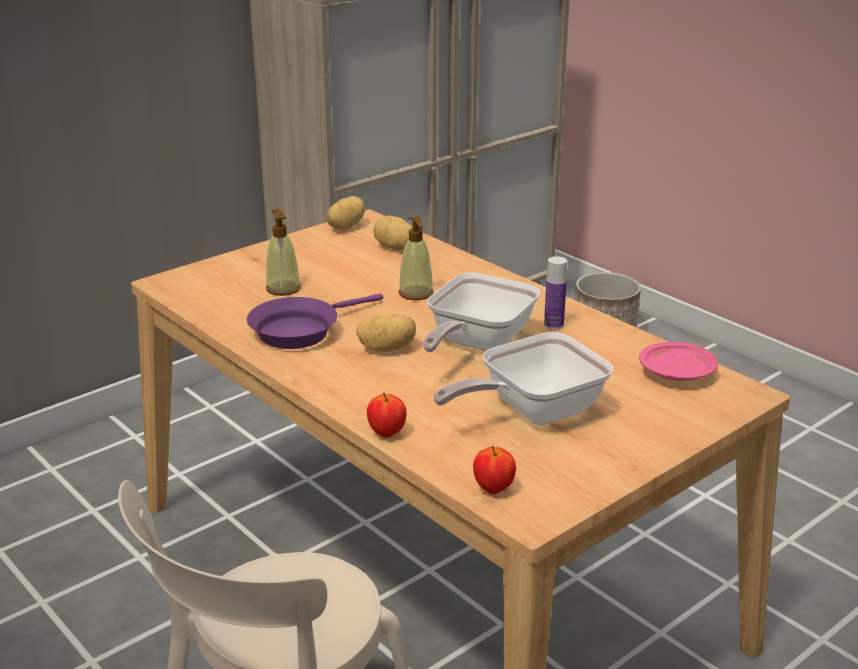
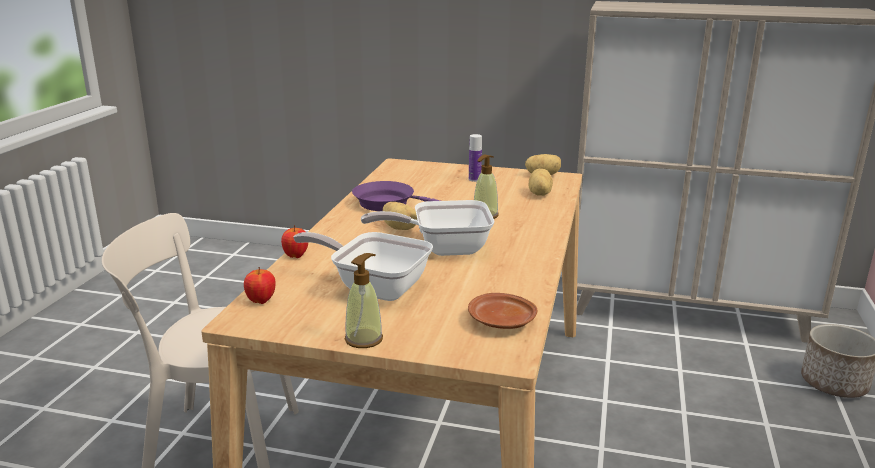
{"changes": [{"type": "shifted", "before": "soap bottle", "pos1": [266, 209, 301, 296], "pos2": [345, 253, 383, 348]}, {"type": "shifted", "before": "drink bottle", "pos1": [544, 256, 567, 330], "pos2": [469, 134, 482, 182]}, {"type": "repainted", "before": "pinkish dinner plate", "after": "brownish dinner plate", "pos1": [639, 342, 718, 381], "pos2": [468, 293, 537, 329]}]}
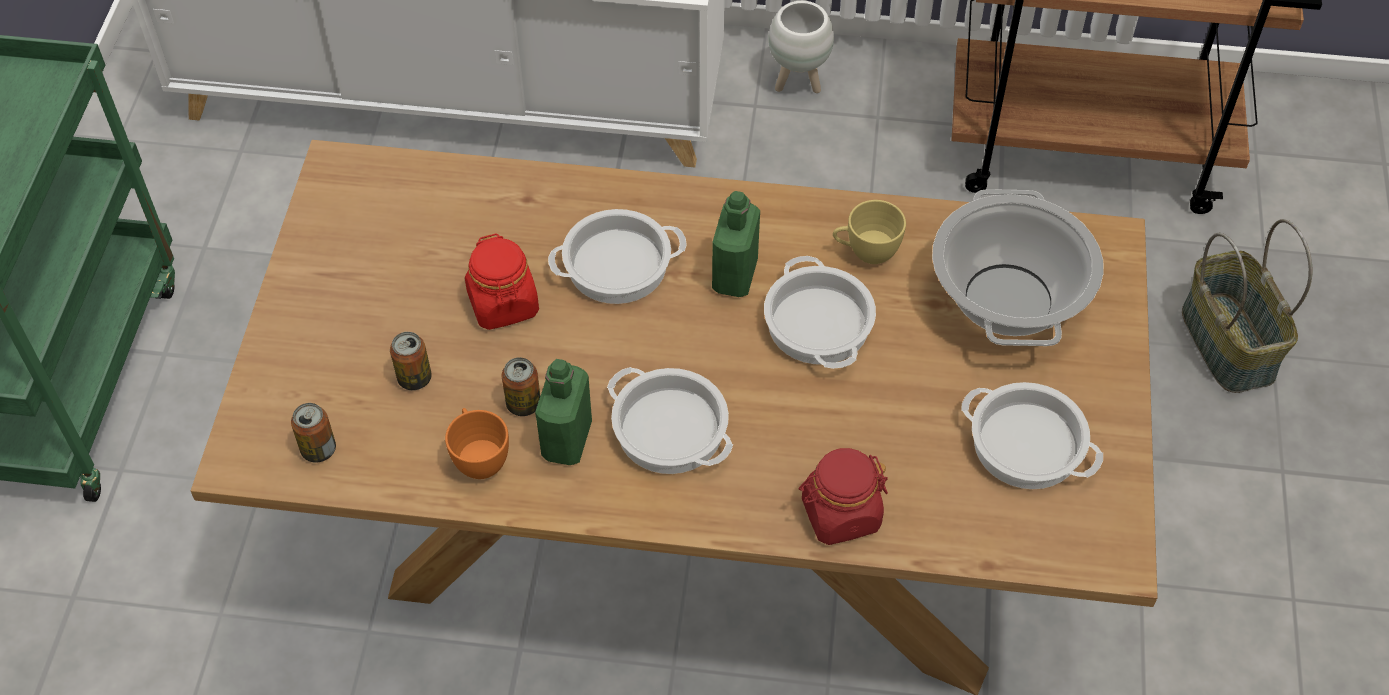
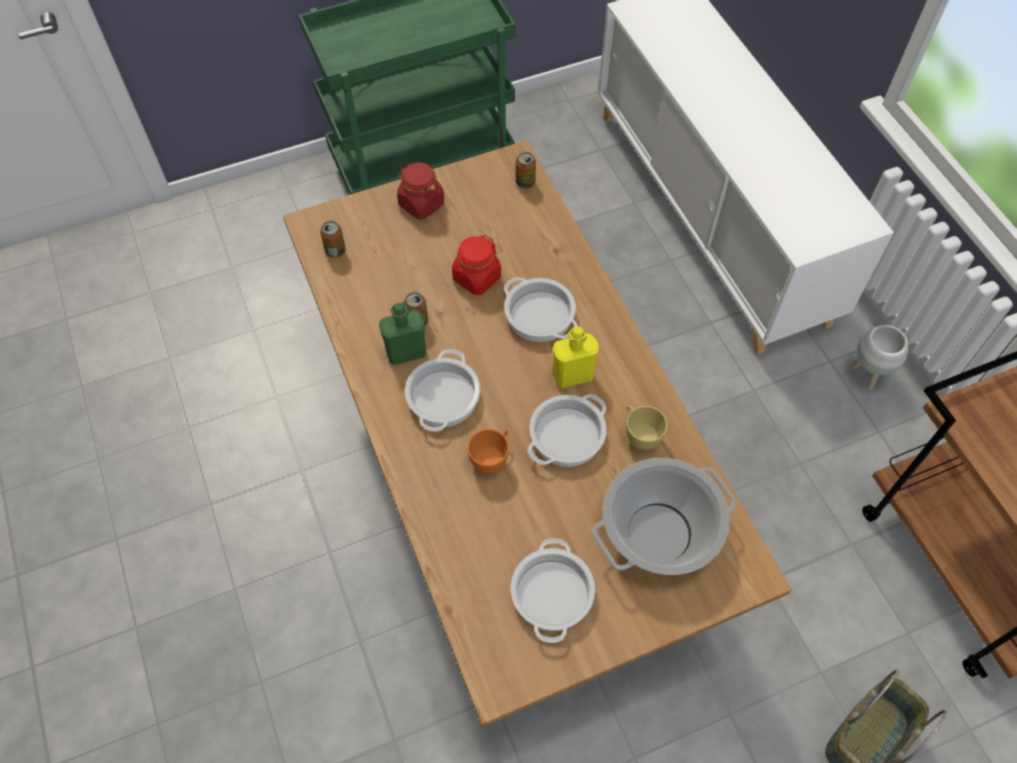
{"changes": [{"type": "shifted", "before": "sealed can", "pos1": [390, 332, 432, 390], "pos2": [516, 152, 536, 188]}, {"type": "shifted", "before": "orange cup", "pos1": [445, 408, 509, 479], "pos2": [467, 429, 509, 474]}, {"type": "shifted", "before": "red-coloured preserve jar", "pos1": [799, 448, 888, 545], "pos2": [397, 162, 444, 220]}, {"type": "repainted", "before": "greenish drink bottle", "after": "yellow drink bottle", "pos1": [712, 191, 760, 297], "pos2": [553, 326, 599, 388]}]}
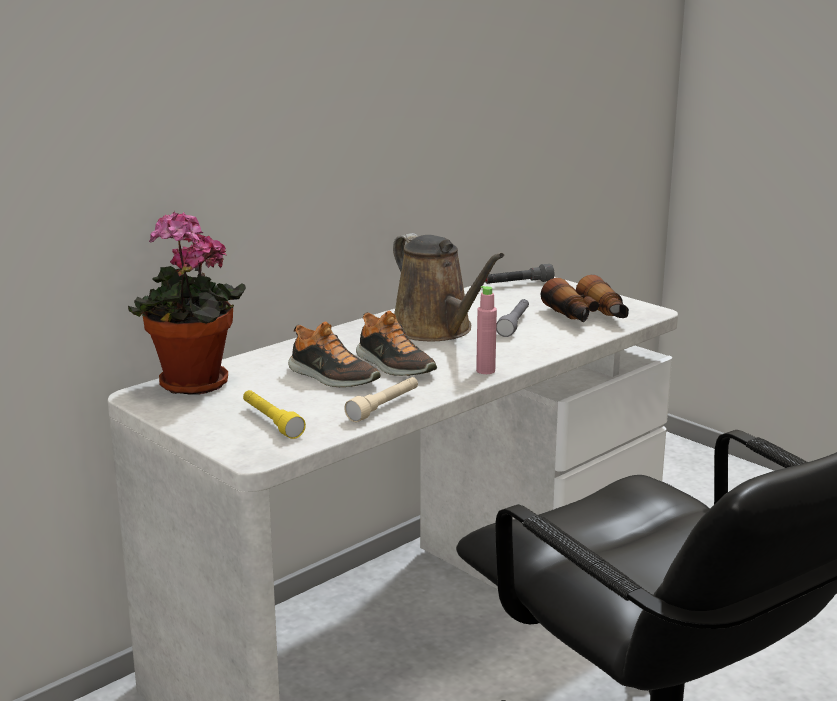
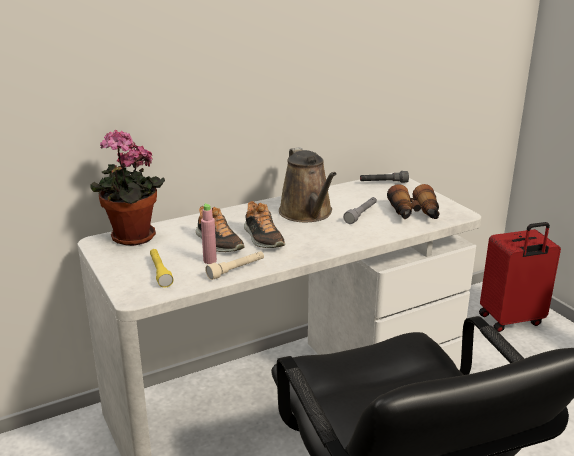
{"changes": [{"type": "new", "after": "red-coloured piece of luggage", "pos2": [479, 222, 561, 332]}, {"type": "shifted", "before": "pinkish drink bottle", "pos1": [476, 286, 497, 374], "pos2": [201, 203, 217, 264]}]}
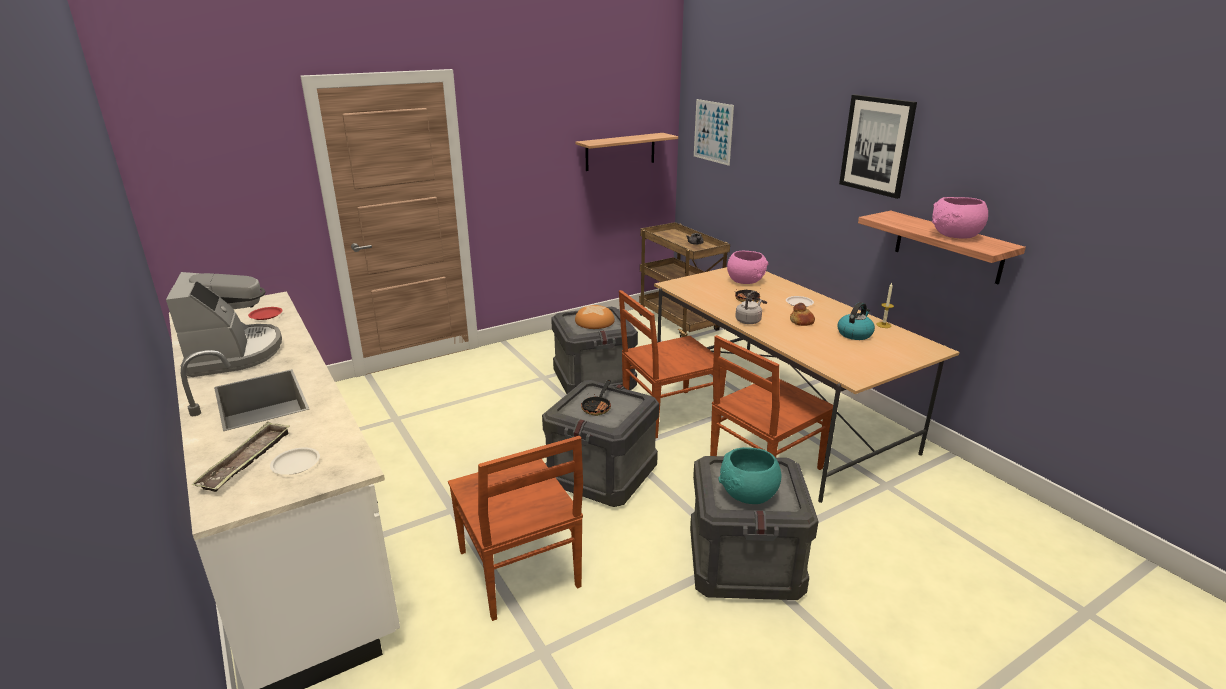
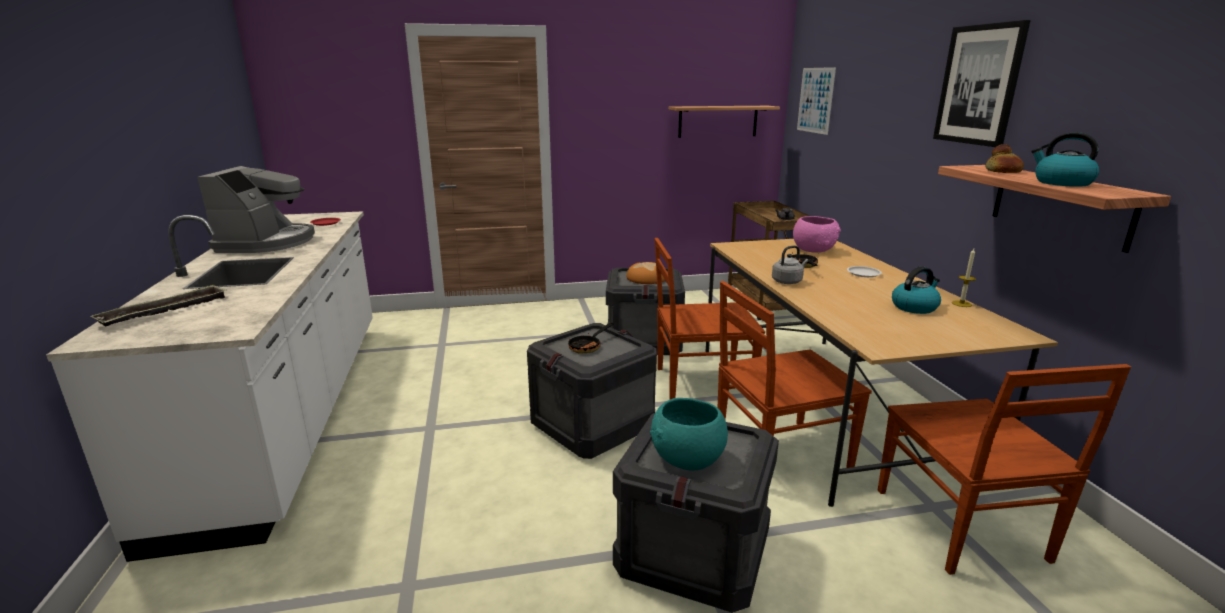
{"changes": [{"type": "gone", "before": "whitish dinner plate", "pos1": [270, 448, 320, 475]}, {"type": "shifted", "before": "brownish plain chair", "pos1": [448, 436, 583, 621], "pos2": [878, 364, 1131, 575]}, {"type": "shifted", "before": "baked bread", "pos1": [790, 303, 815, 326], "pos2": [985, 144, 1024, 173]}, {"type": "swapped", "before": "pinkish deep dish", "after": "water kettle", "pos1": [932, 197, 988, 239], "pos2": [1031, 132, 1099, 187]}]}
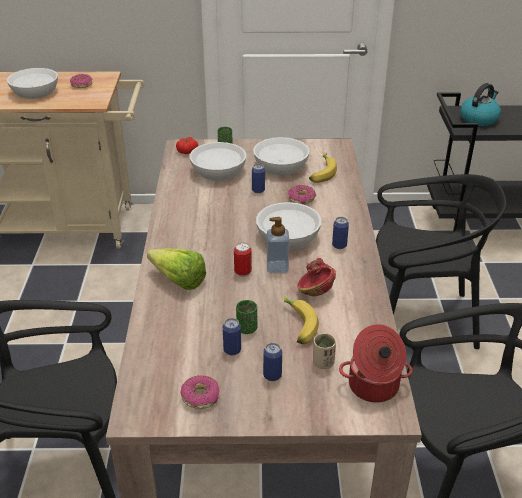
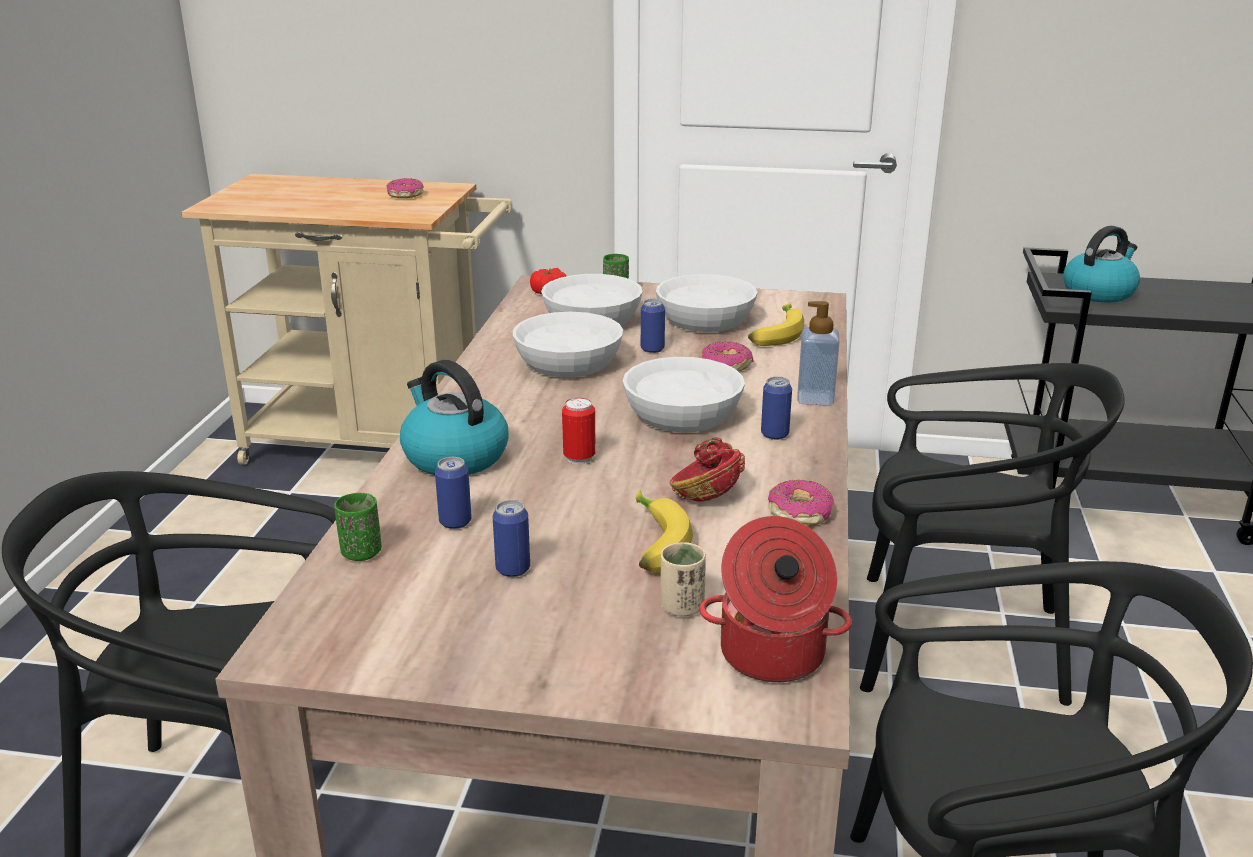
{"changes": [{"type": "shifted", "before": "whitish deep dish", "pos1": [7, 68, 58, 99], "pos2": [513, 312, 623, 377]}, {"type": "shifted", "before": "doughnut", "pos1": [180, 375, 220, 409], "pos2": [768, 480, 834, 525]}, {"type": "shifted", "before": "greenish cup", "pos1": [236, 300, 257, 334], "pos2": [334, 493, 382, 561]}, {"type": "shifted", "before": "sealed can", "pos1": [263, 343, 282, 381], "pos2": [435, 457, 472, 529]}, {"type": "shifted", "before": "soap bottle", "pos1": [267, 217, 289, 273], "pos2": [797, 301, 839, 406]}, {"type": "swapped", "before": "lettuce head", "after": "water kettle", "pos1": [147, 248, 206, 290], "pos2": [400, 360, 509, 475]}]}
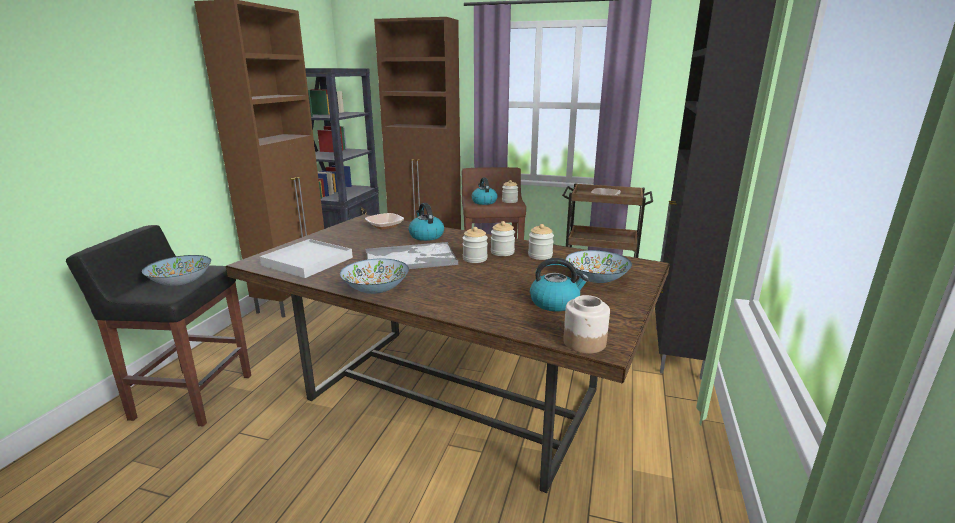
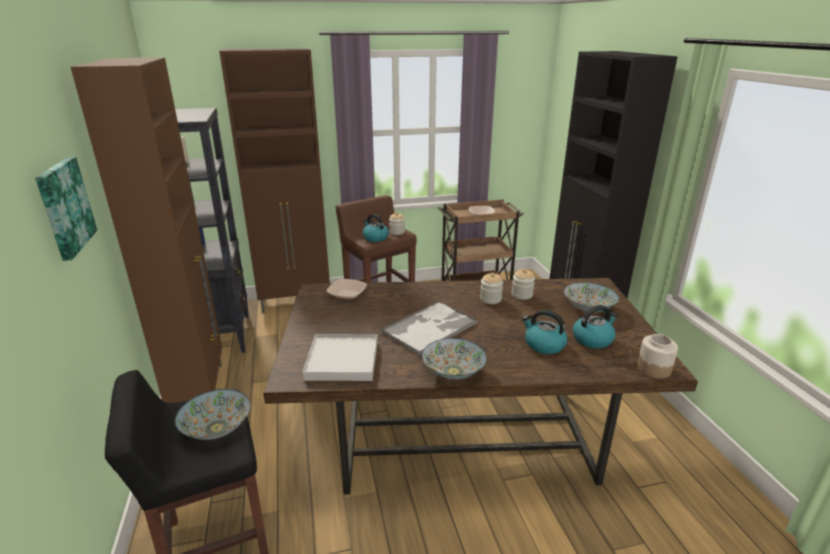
{"changes": [{"type": "gone", "before": "preserve jar", "pos1": [462, 227, 488, 263]}, {"type": "new", "after": "wall art", "pos2": [35, 157, 97, 261]}, {"type": "shifted", "before": "water kettle", "pos1": [408, 203, 444, 241], "pos2": [522, 310, 568, 354]}]}
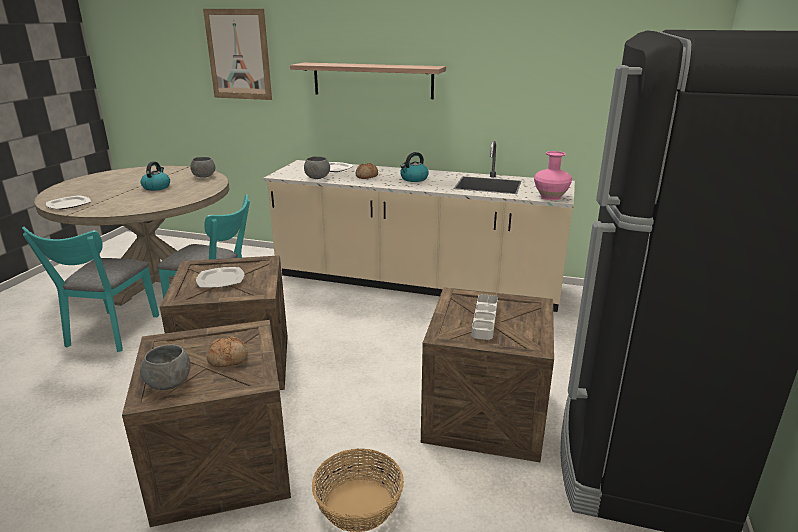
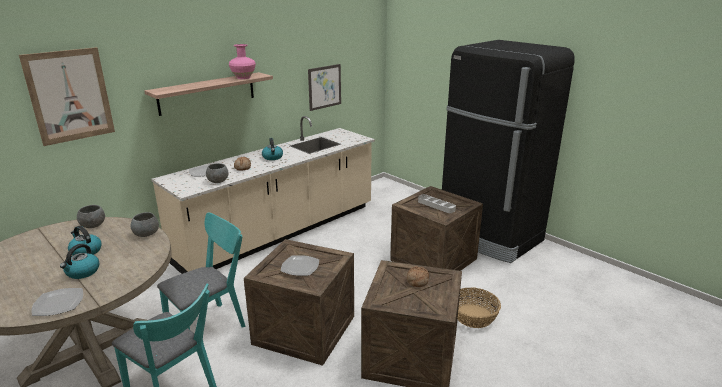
{"changes": [{"type": "new", "after": "water kettle", "pos2": [60, 244, 99, 279]}, {"type": "new", "after": "wall art", "pos2": [308, 64, 341, 111]}, {"type": "shifted", "before": "grey deep dish", "pos1": [140, 344, 190, 390], "pos2": [130, 212, 159, 237]}, {"type": "shifted", "before": "pinkish vase", "pos1": [534, 151, 572, 200], "pos2": [229, 44, 256, 79]}]}
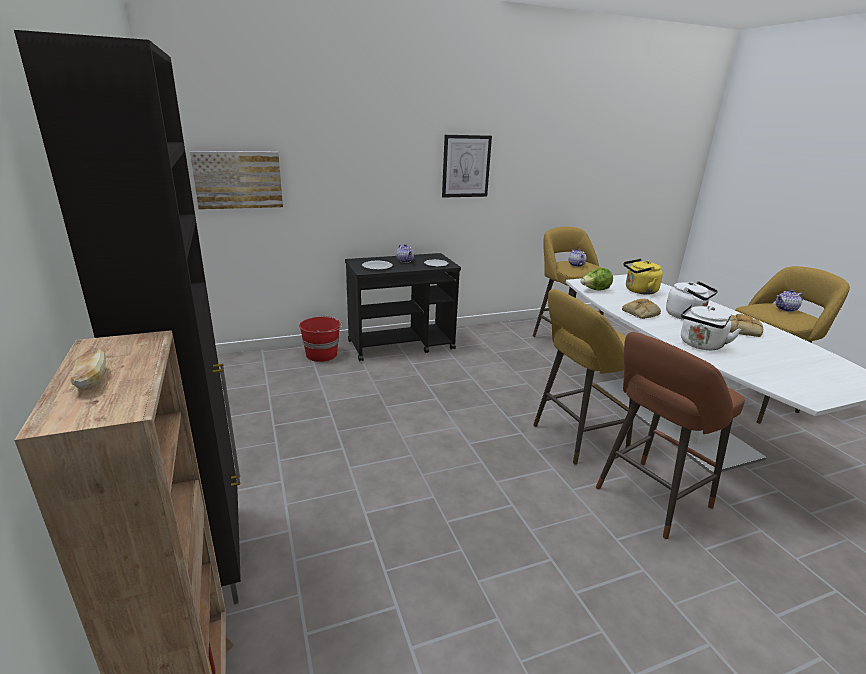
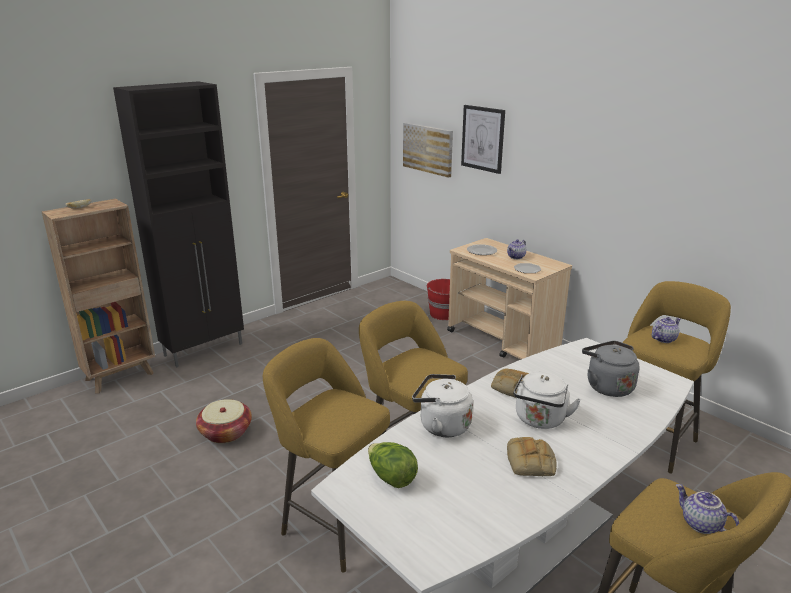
{"changes": [{"type": "new", "after": "basket", "pos2": [196, 399, 252, 443]}, {"type": "shifted", "before": "wall art", "pos1": [442, 135, 492, 198], "pos2": [461, 105, 505, 174]}, {"type": "shifted", "before": "lettuce head", "pos1": [580, 268, 613, 291], "pos2": [368, 442, 418, 488]}, {"type": "repainted", "before": "blackish wheeled cart", "after": "sand-coloured wheeled cart", "pos1": [345, 253, 461, 362], "pos2": [447, 238, 572, 359]}, {"type": "repainted", "before": "brownish stool", "after": "yellow stool", "pos1": [596, 332, 745, 539], "pos2": [263, 338, 390, 573]}, {"type": "repainted", "before": "yellow water kettle", "after": "grey water kettle", "pos1": [623, 259, 663, 295], "pos2": [582, 341, 640, 397]}]}
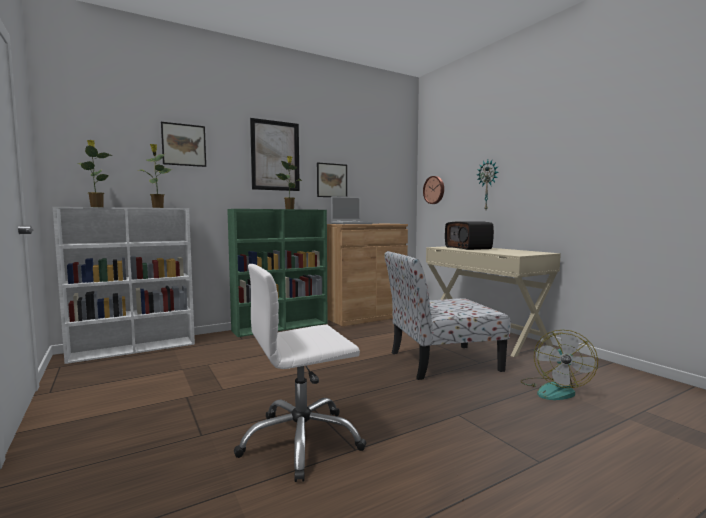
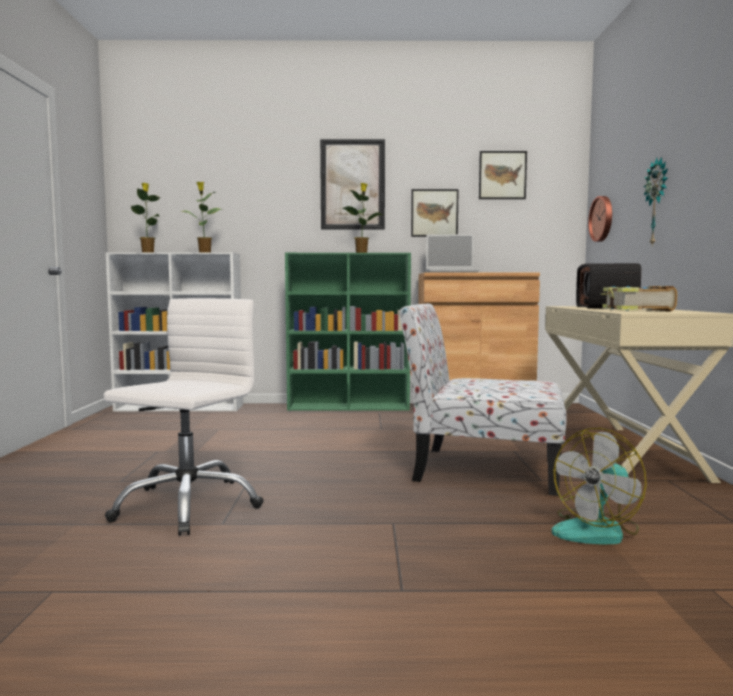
{"changes": [{"type": "new", "after": "bound book", "pos2": [600, 286, 677, 311]}, {"type": "shifted", "before": "wall art", "pos1": [161, 122, 206, 167], "pos2": [479, 151, 527, 199]}, {"type": "rotated", "before": "whitish computer chair", "pos1": [234, 264, 366, 482], "pos2": [104, 298, 264, 536], "turn": 105}]}
